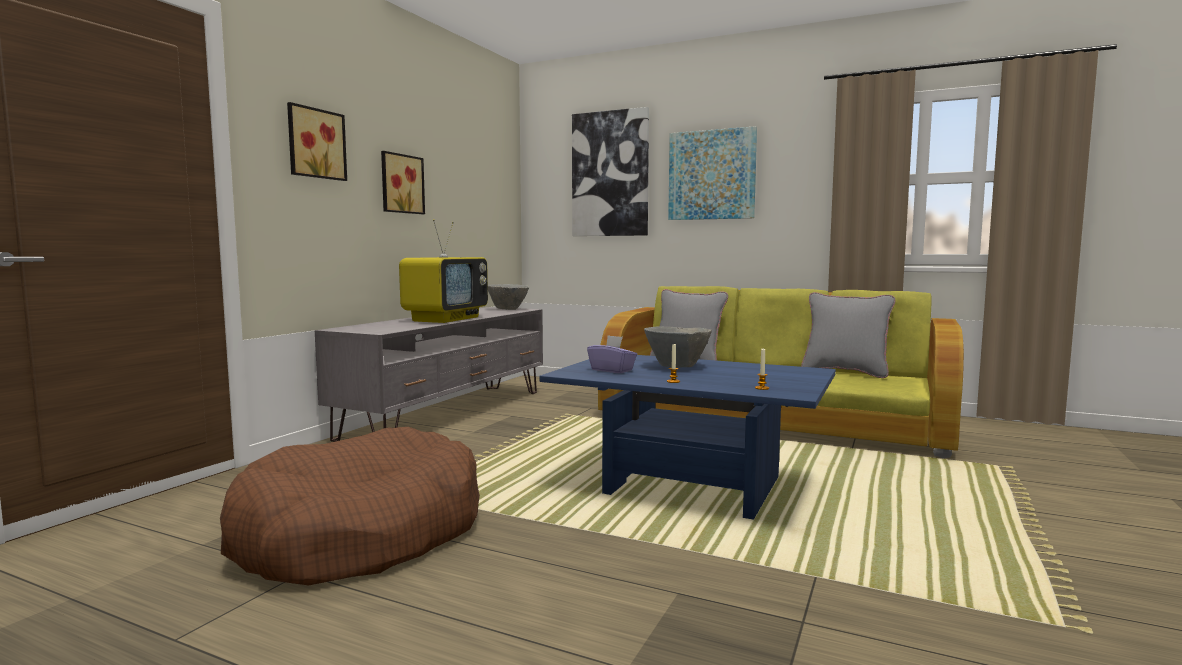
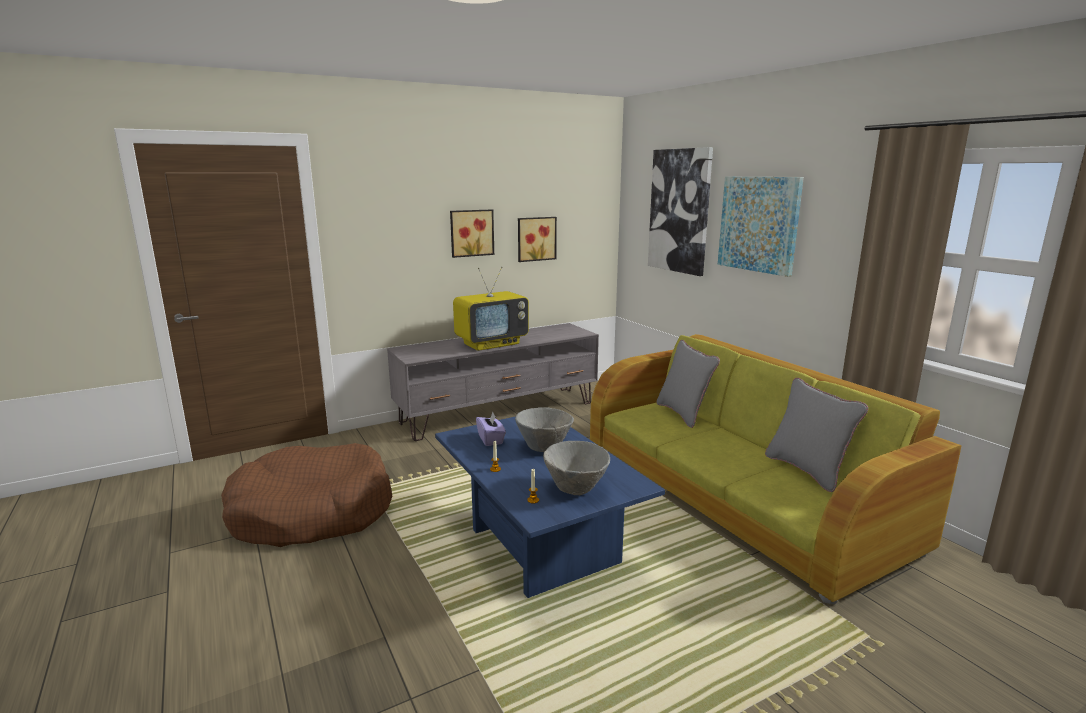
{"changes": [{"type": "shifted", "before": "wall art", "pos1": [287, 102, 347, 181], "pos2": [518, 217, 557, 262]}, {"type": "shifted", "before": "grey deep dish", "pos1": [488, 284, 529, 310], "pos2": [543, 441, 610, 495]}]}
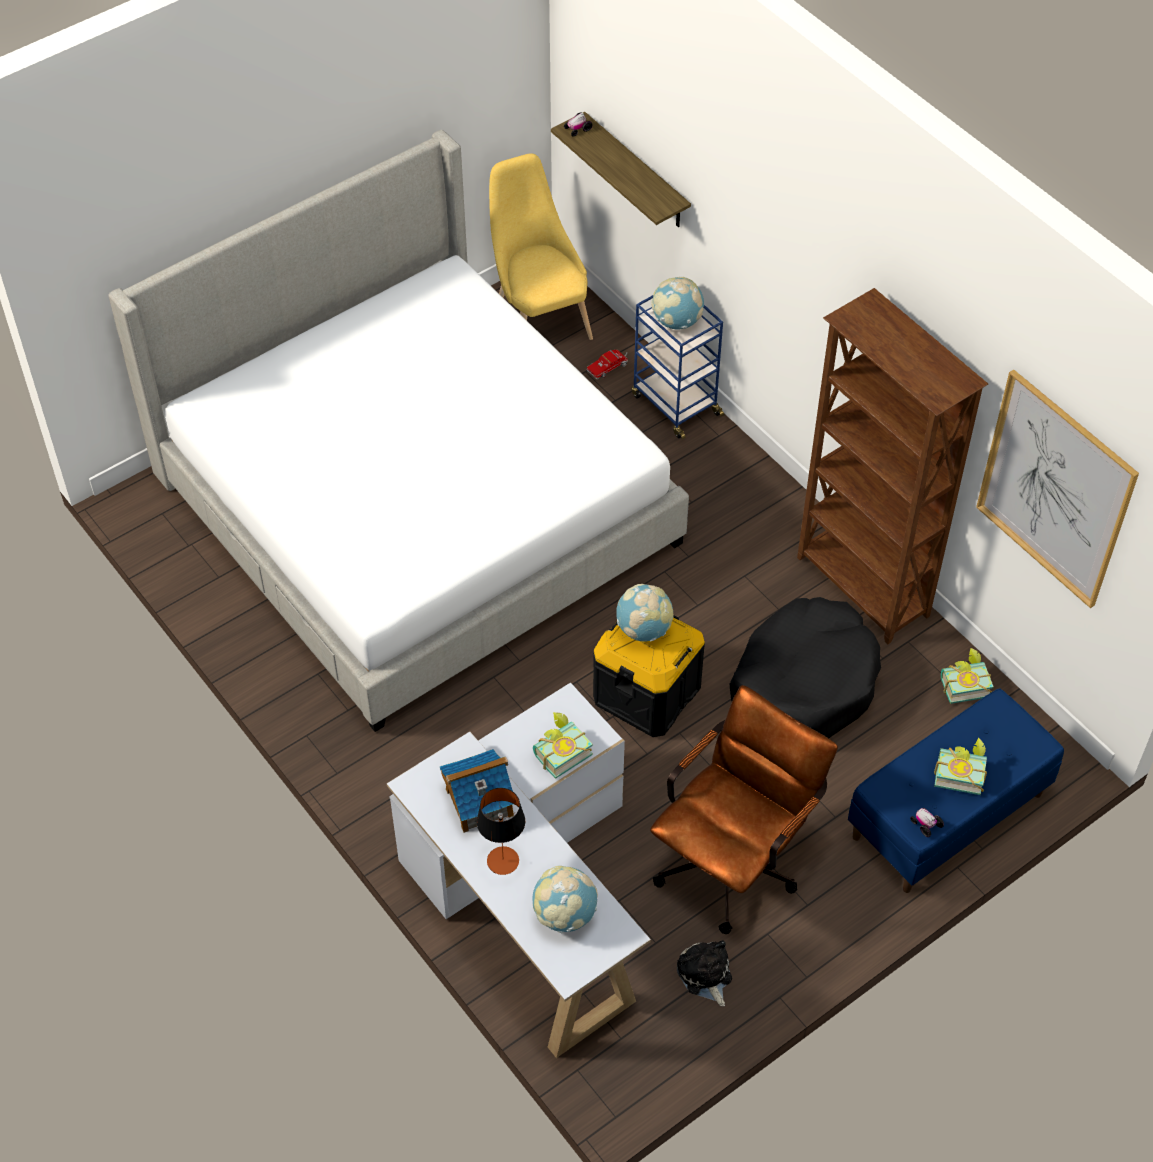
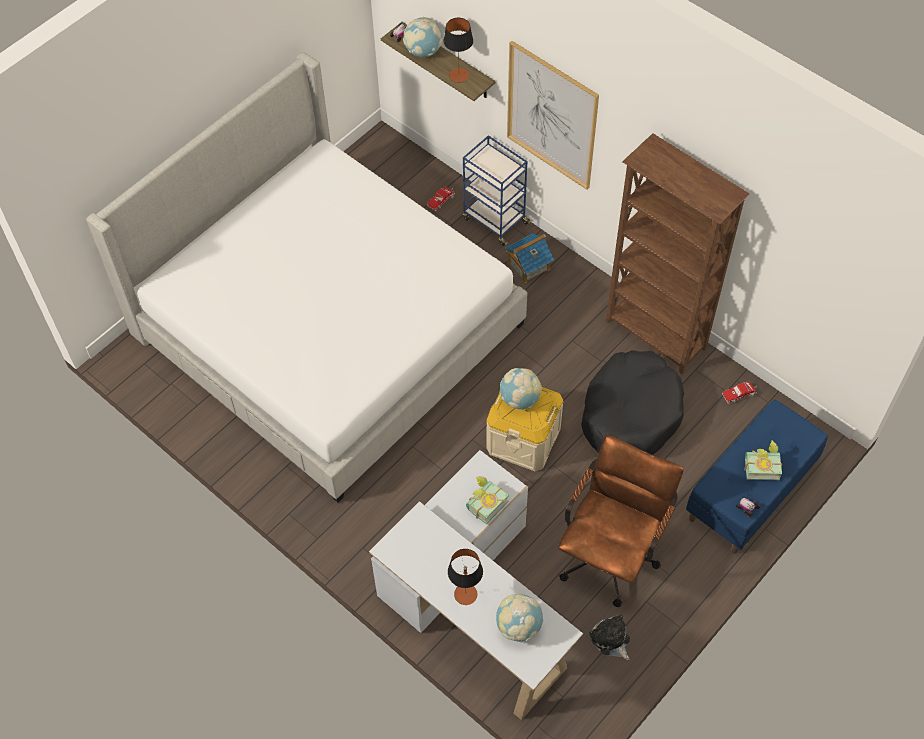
{"changes": [{"type": "gone", "before": "yellow plain chair", "pos1": [489, 153, 593, 340]}, {"type": "new", "after": "lamp for a table", "pos2": [443, 18, 473, 83]}, {"type": "shifted", "before": "miniature house", "pos1": [440, 749, 514, 833], "pos2": [505, 233, 554, 283]}, {"type": "shifted", "before": "globe", "pos1": [651, 277, 704, 330], "pos2": [403, 17, 442, 57]}, {"type": "shifted", "before": "wall art", "pos1": [976, 369, 1139, 608], "pos2": [507, 41, 599, 189]}, {"type": "swapped", "before": "bound book", "after": "model truck", "pos1": [941, 648, 994, 704], "pos2": [722, 382, 757, 404]}, {"type": "repainted", "before": "blackish storage bin", "after": "sand-coloured storage bin", "pos1": [593, 616, 705, 737], "pos2": [486, 386, 564, 471]}]}
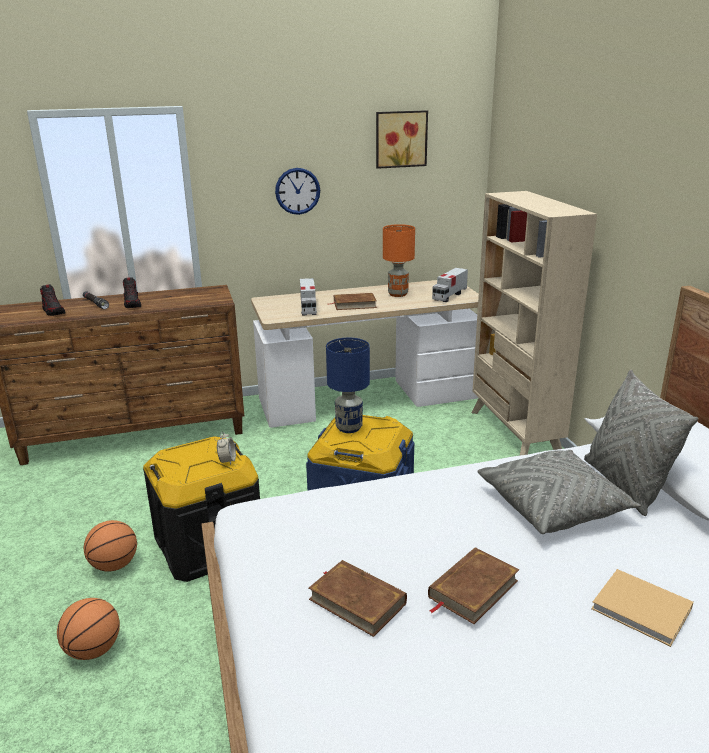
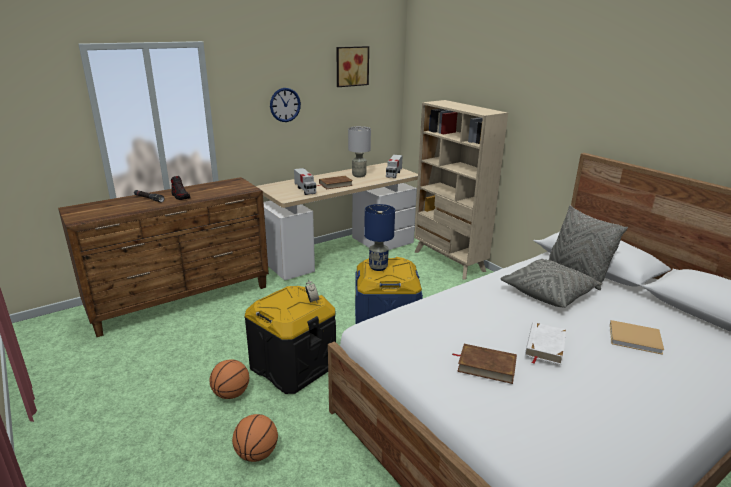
{"changes": [{"type": "gone", "before": "shoe", "pos1": [40, 284, 66, 316]}, {"type": "repainted", "before": "orange lamp for a table", "after": "grey lamp for a table", "pos1": [383, 224, 415, 297], "pos2": [348, 126, 371, 177]}, {"type": "repainted", "before": "brownish bound book", "after": "whitish bound book", "pos1": [428, 547, 519, 624], "pos2": [525, 322, 567, 365]}]}
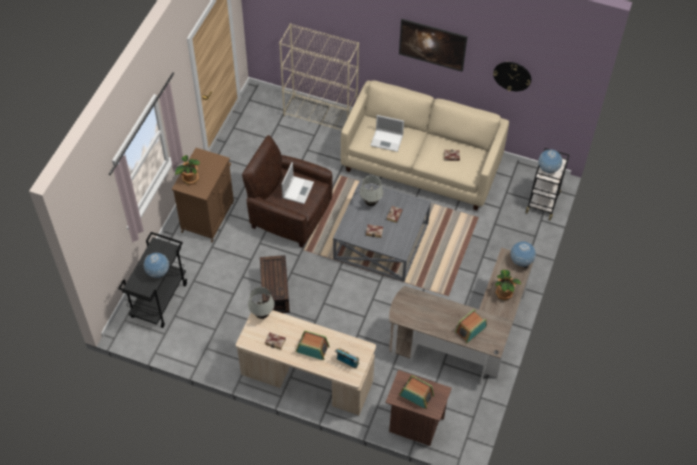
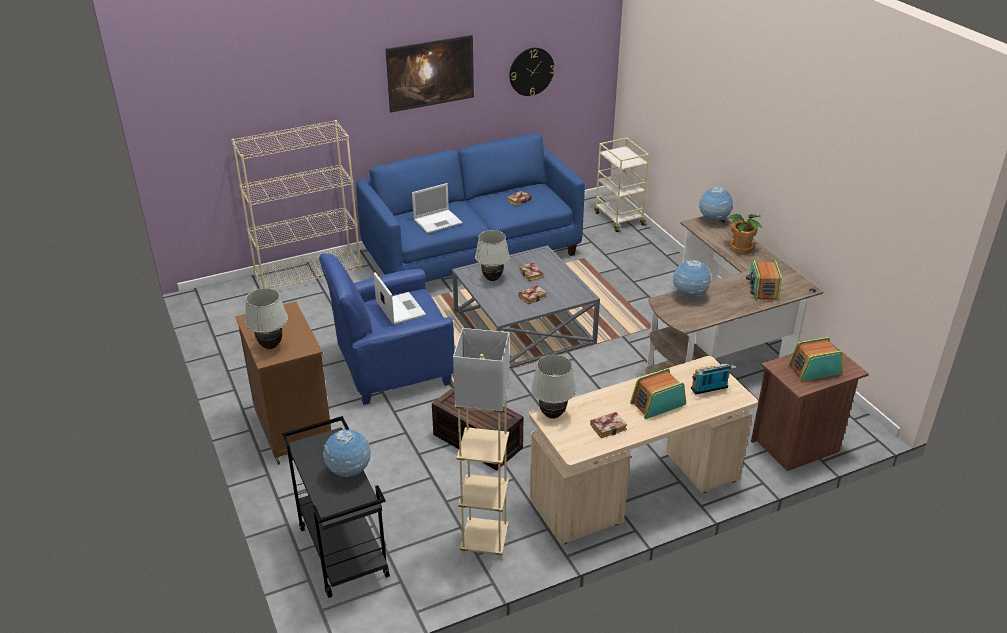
{"changes": [{"type": "new", "after": "sand-coloured standard lamp", "pos2": [453, 328, 509, 558]}, {"type": "shifted", "before": "globe", "pos1": [538, 149, 562, 173], "pos2": [673, 260, 711, 298]}, {"type": "swapped", "before": "potted plant", "after": "whitish lamp for a table", "pos1": [175, 155, 200, 185], "pos2": [245, 288, 288, 349]}, {"type": "repainted", "before": "brownish armchair", "after": "blue armchair", "pos1": [242, 135, 332, 248], "pos2": [319, 253, 455, 405]}, {"type": "repainted", "before": "sand-coloured settee", "after": "blue settee", "pos1": [341, 80, 509, 210], "pos2": [356, 133, 585, 282]}, {"type": "repainted", "before": "blackish wheeled cart", "after": "sand-coloured wheeled cart", "pos1": [526, 148, 569, 221], "pos2": [594, 138, 649, 232]}]}
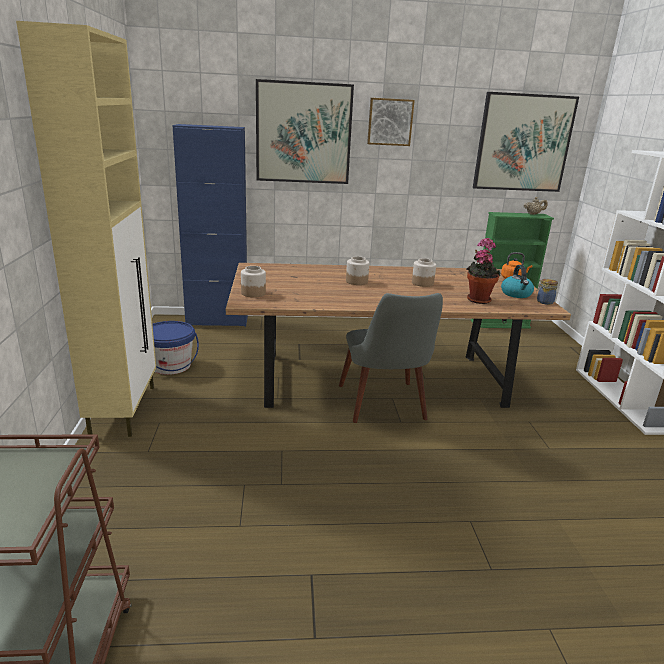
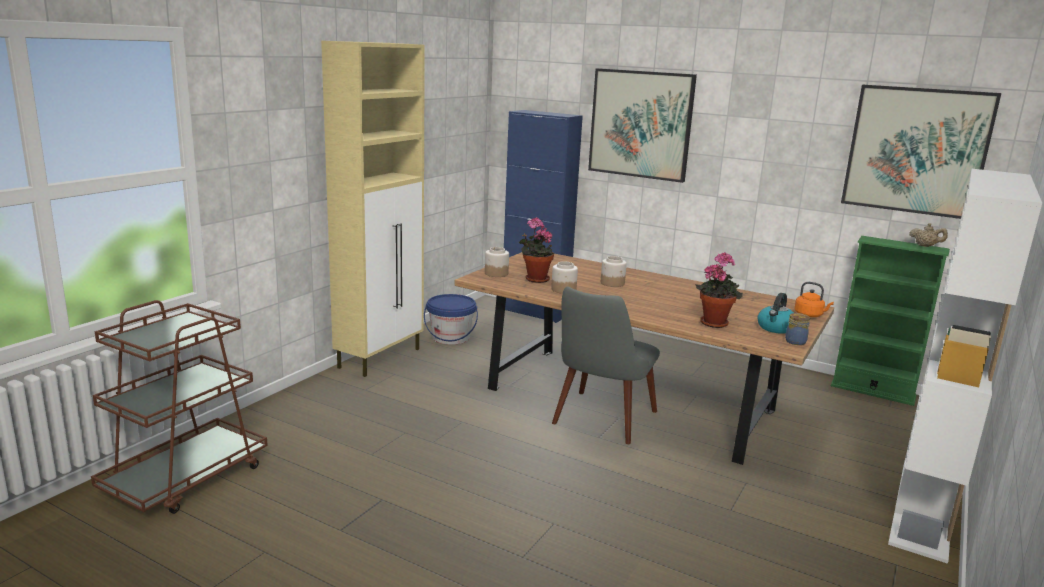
{"changes": [{"type": "gone", "before": "wall art", "pos1": [367, 98, 415, 146]}, {"type": "new", "after": "potted plant", "pos2": [519, 217, 554, 283]}, {"type": "shifted", "before": "preserve jar", "pos1": [412, 258, 436, 287], "pos2": [551, 261, 578, 294]}]}
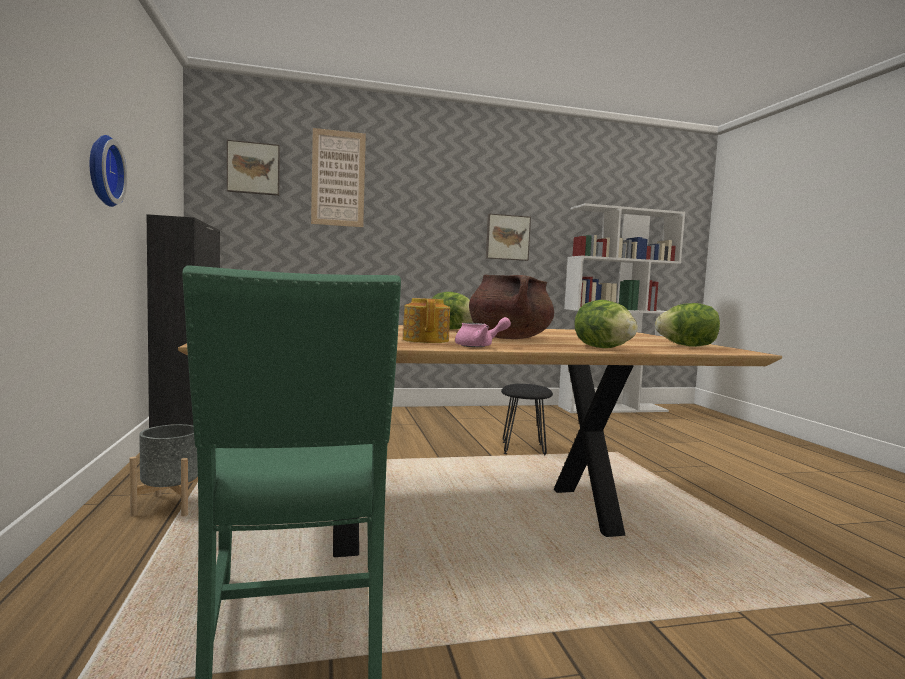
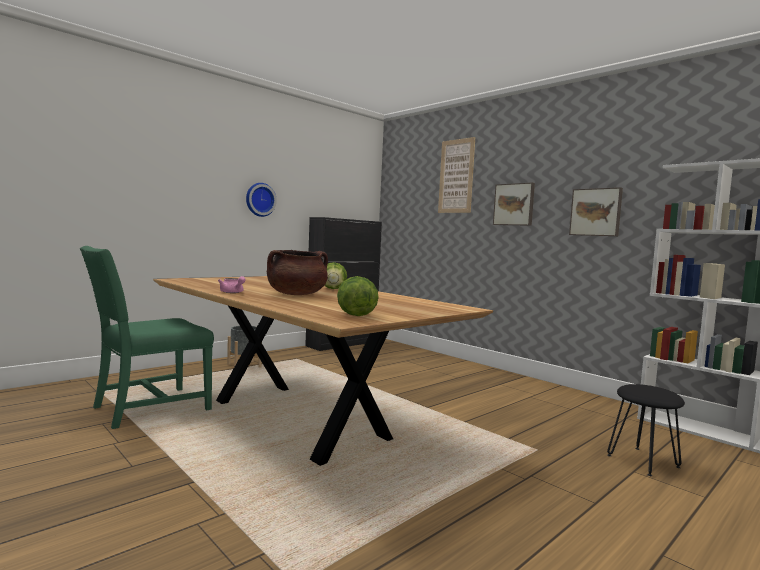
{"changes": [{"type": "gone", "before": "tea pot", "pos1": [403, 298, 450, 343]}, {"type": "gone", "before": "lettuce head", "pos1": [574, 300, 638, 348]}, {"type": "shifted", "before": "wall art", "pos1": [227, 140, 280, 196], "pos2": [493, 183, 535, 226]}, {"type": "shifted", "before": "blackish stool", "pos1": [501, 384, 553, 455], "pos2": [607, 384, 685, 476]}]}
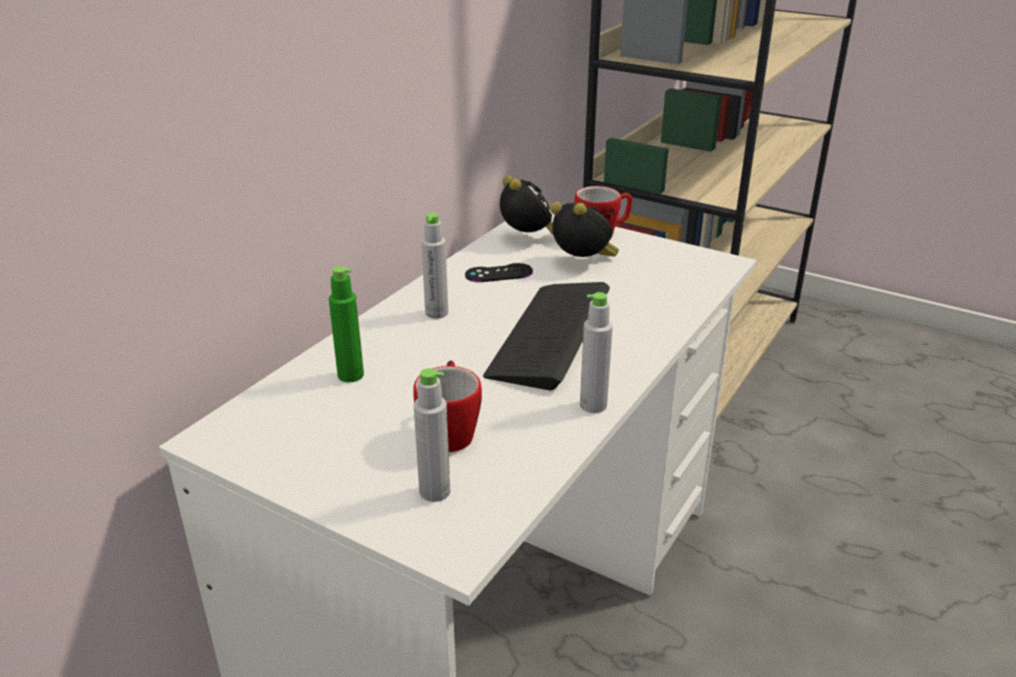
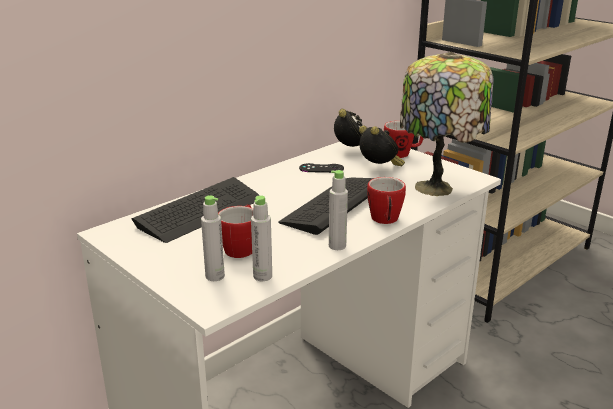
{"changes": [{"type": "new", "after": "mug", "pos2": [367, 177, 406, 224]}, {"type": "new", "after": "lamp for a table", "pos2": [400, 52, 494, 196]}, {"type": "shifted", "before": "grey drink bottle", "pos1": [421, 213, 448, 319], "pos2": [251, 195, 272, 281]}, {"type": "swapped", "before": "greenish drink bottle", "after": "keyboard", "pos1": [329, 266, 364, 382], "pos2": [131, 177, 259, 243]}]}
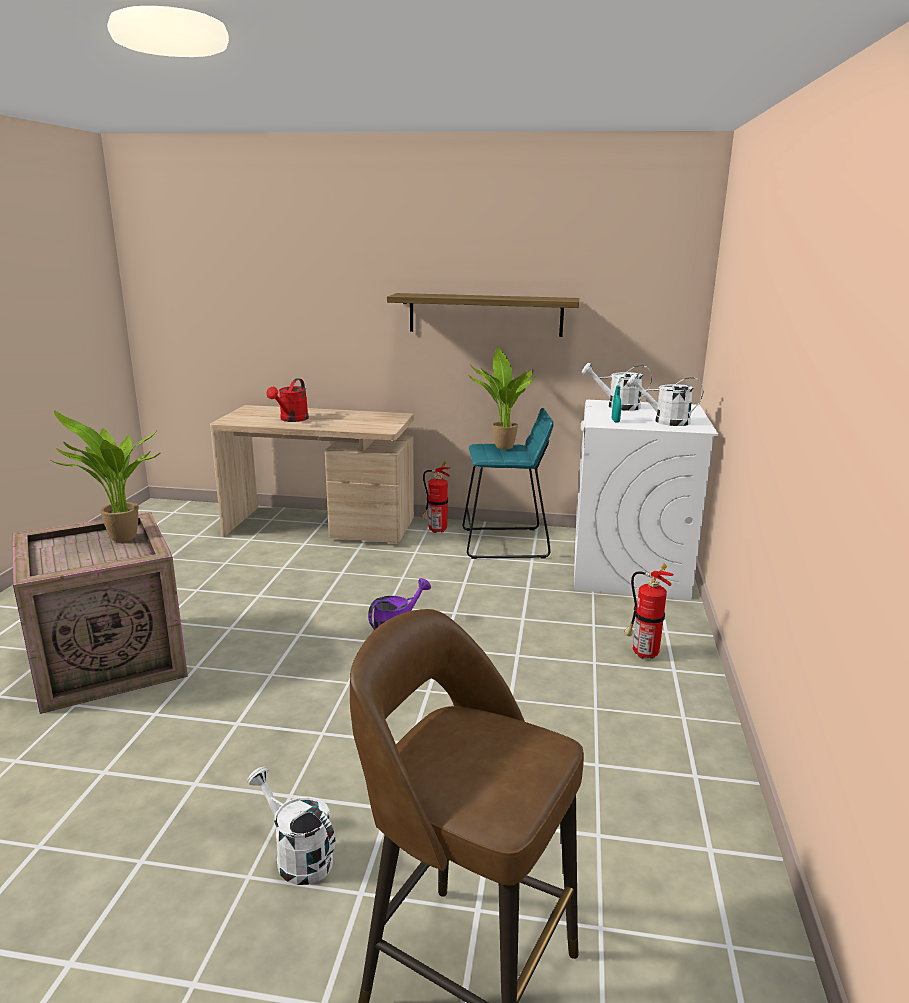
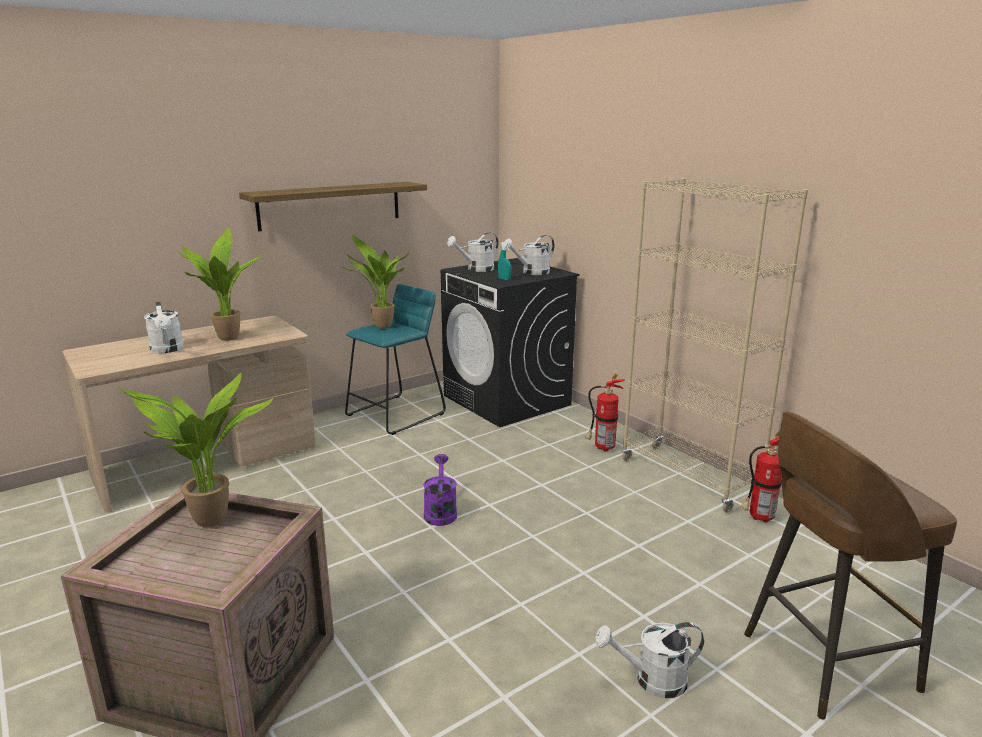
{"changes": [{"type": "new", "after": "potted plant", "pos2": [178, 228, 263, 341]}, {"type": "new", "after": "sand-coloured bookshelf", "pos2": [622, 178, 808, 513]}, {"type": "shifted", "before": "fire extinguisher", "pos1": [422, 461, 450, 533], "pos2": [740, 430, 782, 523]}, {"type": "repainted", "before": "red-coloured watering pot", "after": "whitish watering pot", "pos1": [266, 378, 309, 422], "pos2": [144, 302, 184, 353]}, {"type": "repainted", "before": "whitish washing machine", "after": "blackish washing machine", "pos1": [574, 400, 718, 600], "pos2": [441, 258, 579, 427]}]}
